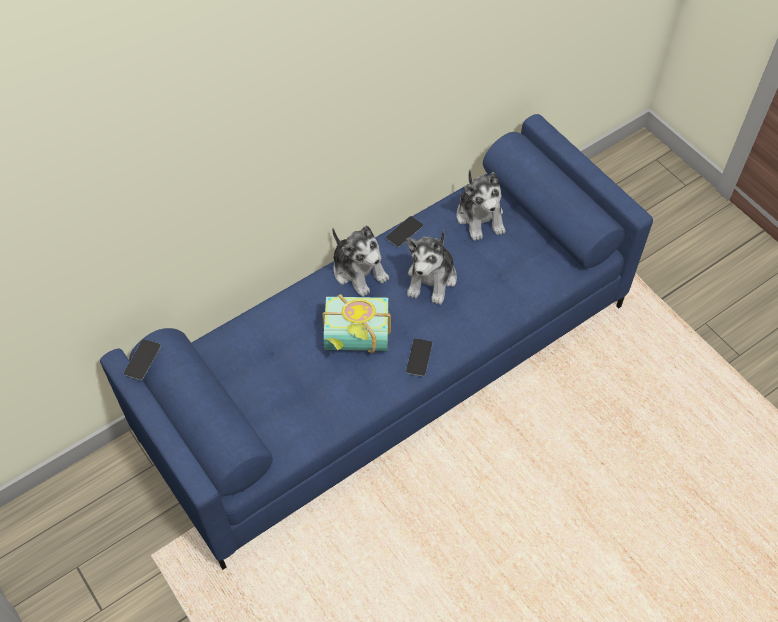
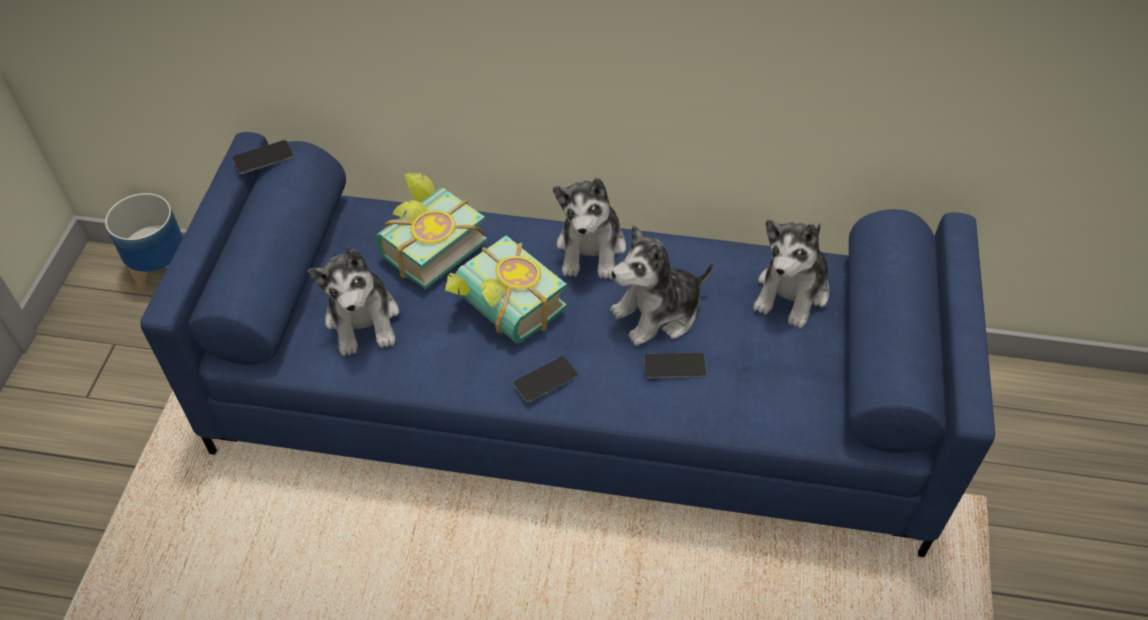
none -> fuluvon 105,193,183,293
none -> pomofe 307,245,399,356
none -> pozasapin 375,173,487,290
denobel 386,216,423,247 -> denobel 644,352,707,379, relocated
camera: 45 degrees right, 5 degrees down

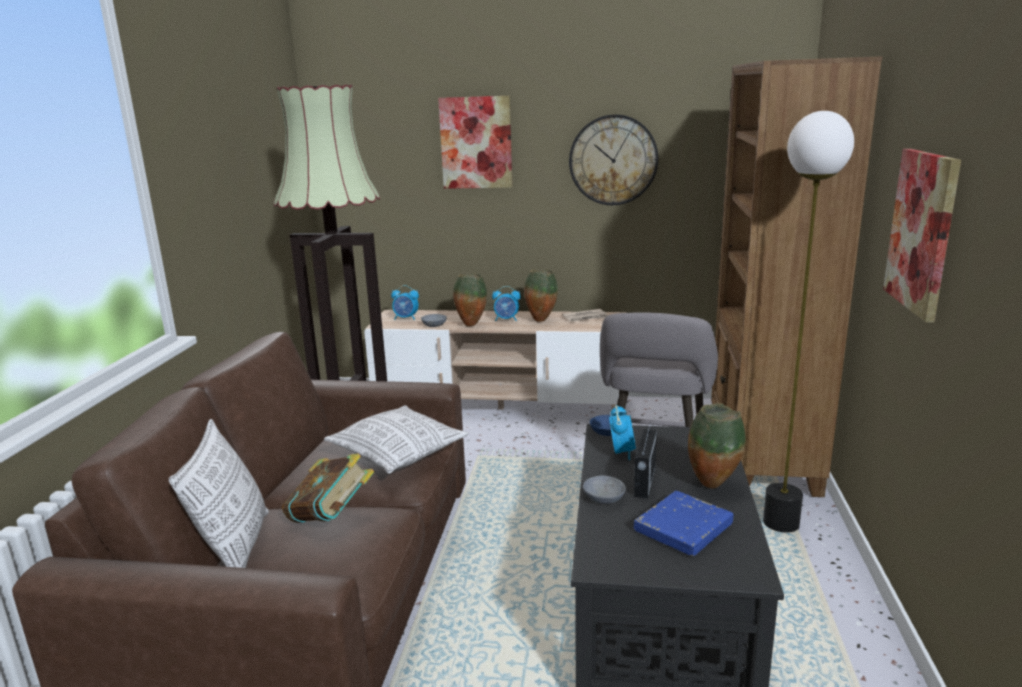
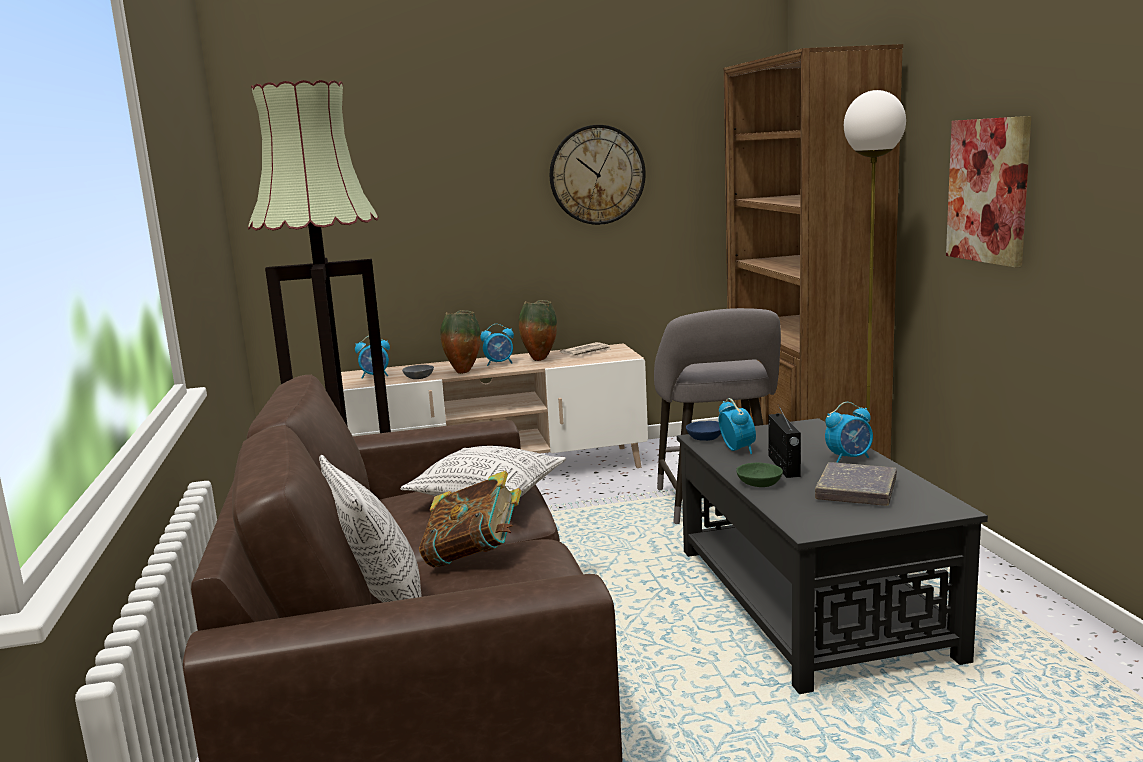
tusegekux 438,96,513,189 -> none
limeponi 688,403,746,488 -> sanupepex 825,402,873,463
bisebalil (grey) 583,476,626,504 -> bisebalil (green) 736,463,783,487
pozasapin (blue) 634,491,734,556 -> pozasapin (grey) 815,462,897,506
camera: 20 degrees left, 5 degrees down

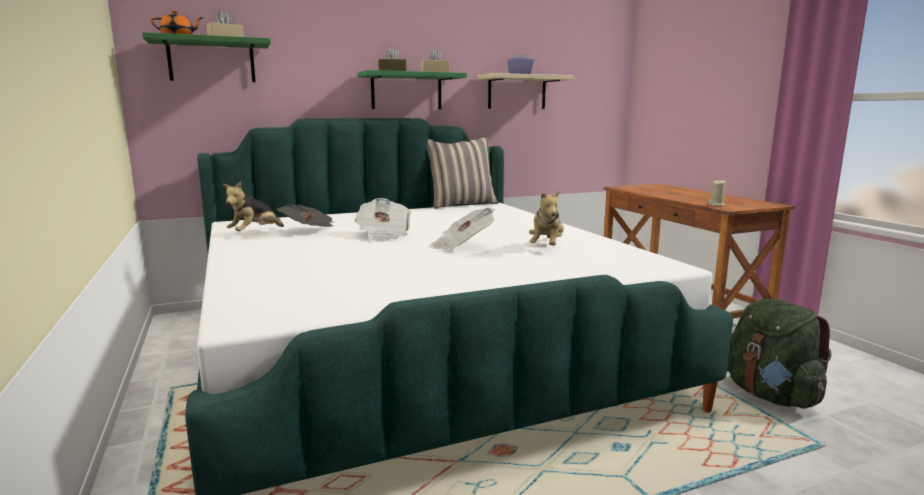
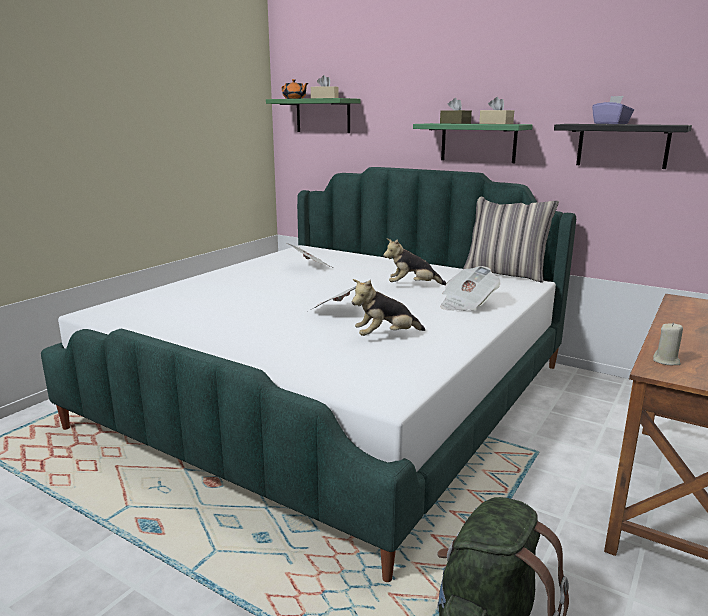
pomofe 223,182,284,231 -> pomofe 383,238,446,285, relocated
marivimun 355,198,411,242 -> marivimun 440,266,500,311, relocated
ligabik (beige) 477,73,574,109 -> ligabik (black) 554,124,692,169
camera: 55 degrees right, 5 degrees up

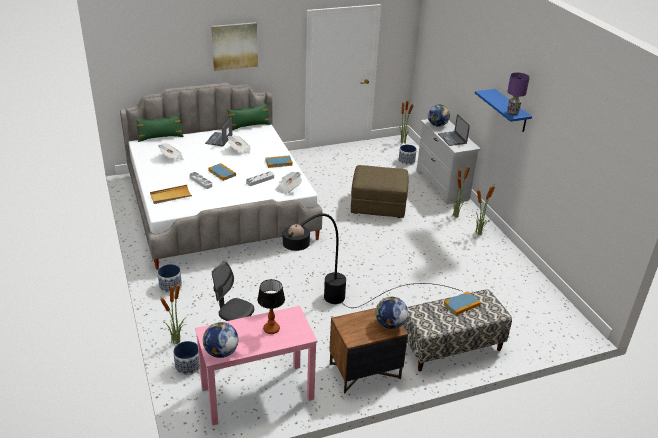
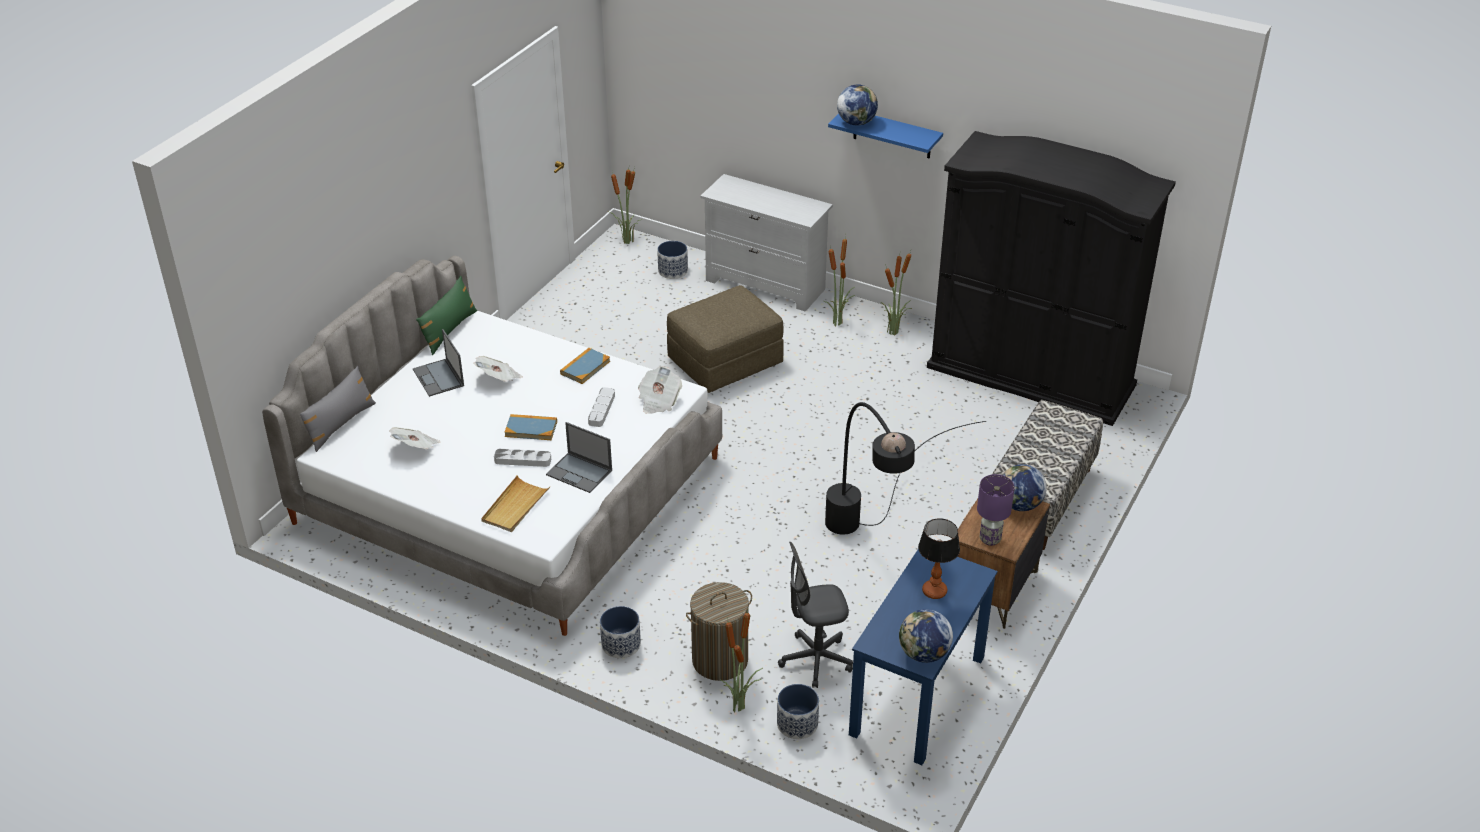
tusegekux 211,22,258,71 -> none
pozasapin 443,292,481,316 -> none
none -> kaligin 686,582,752,681
none -> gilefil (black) 927,131,1176,426
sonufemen 428,104,450,127 -> sonufemen 837,85,878,125, relocated
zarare 438,114,470,146 -> zarare 546,422,612,493, relocated
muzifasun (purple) 507,72,530,115 -> muzifasun (purple) 977,474,1015,546, relocated
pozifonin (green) 136,114,184,142 -> pozifonin (grey) 300,366,376,452
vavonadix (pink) 195,306,317,426 -> vavonadix (blue) 849,549,998,765
camera: 40 degrees left, 5 degrees up

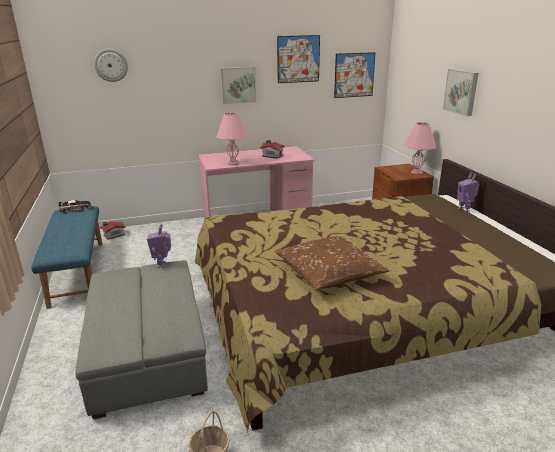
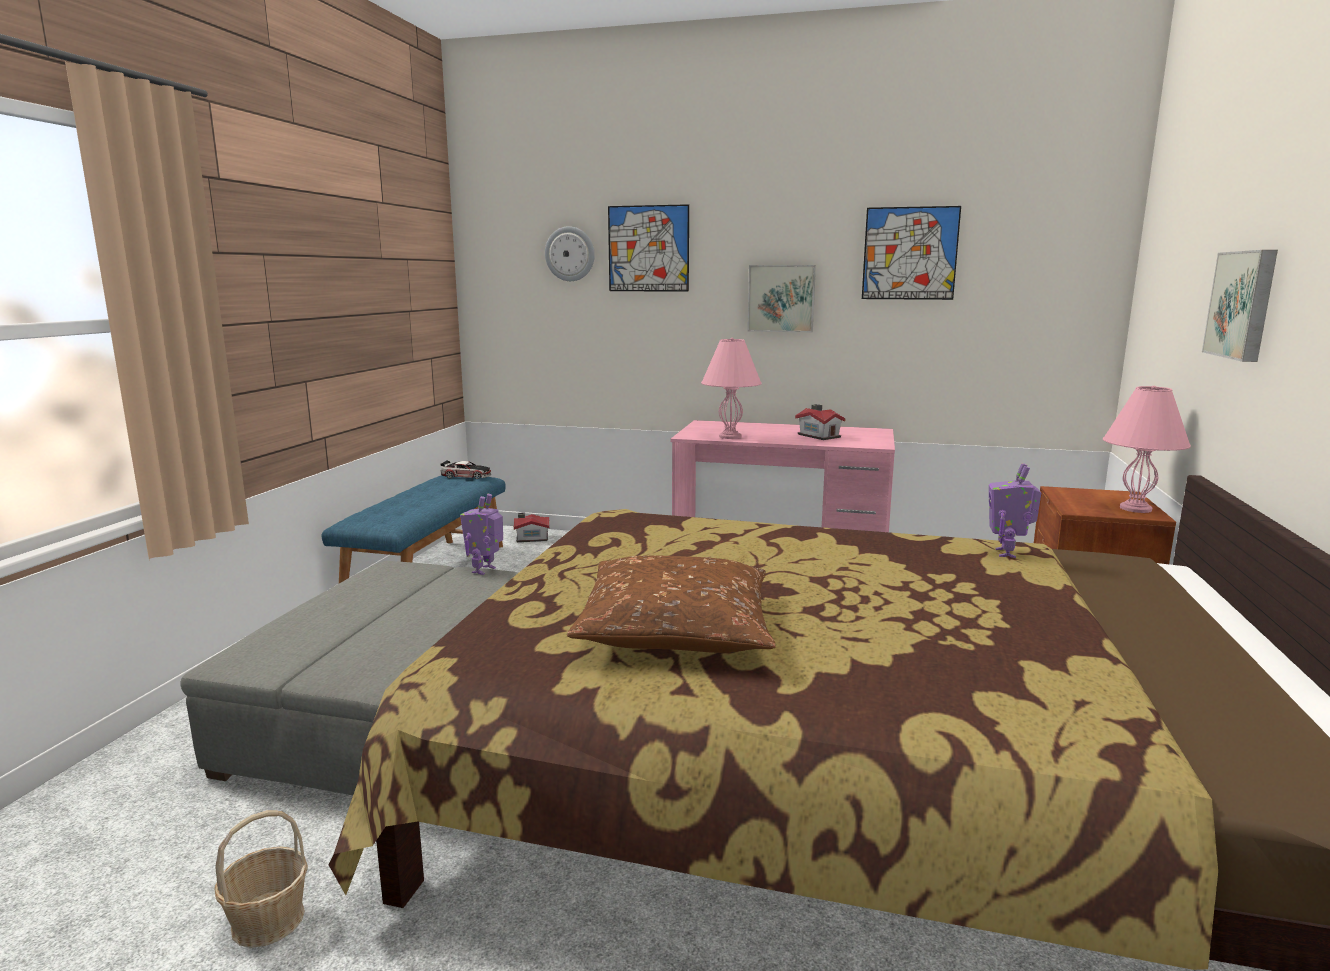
tusegekux 334,52,376,98 -> tusegekux 608,204,689,292, relocated
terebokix 457,172,480,212 -> terebokix 989,463,1041,558, relocated
camera: 30 degrees right, 10 degrees down

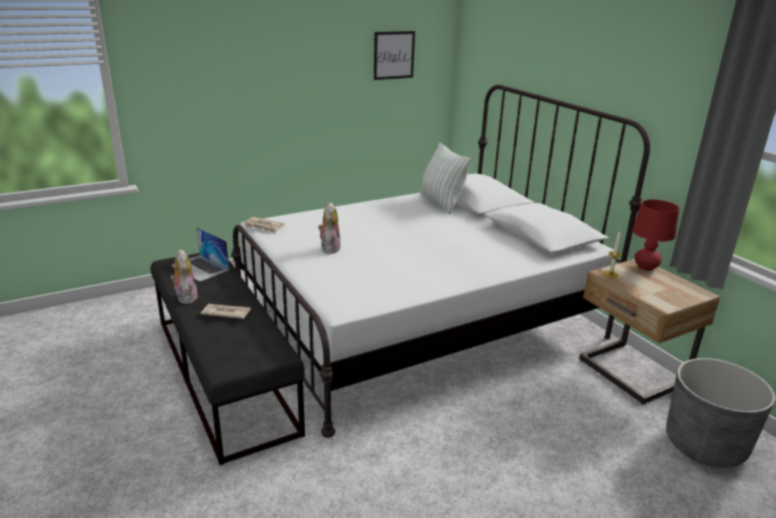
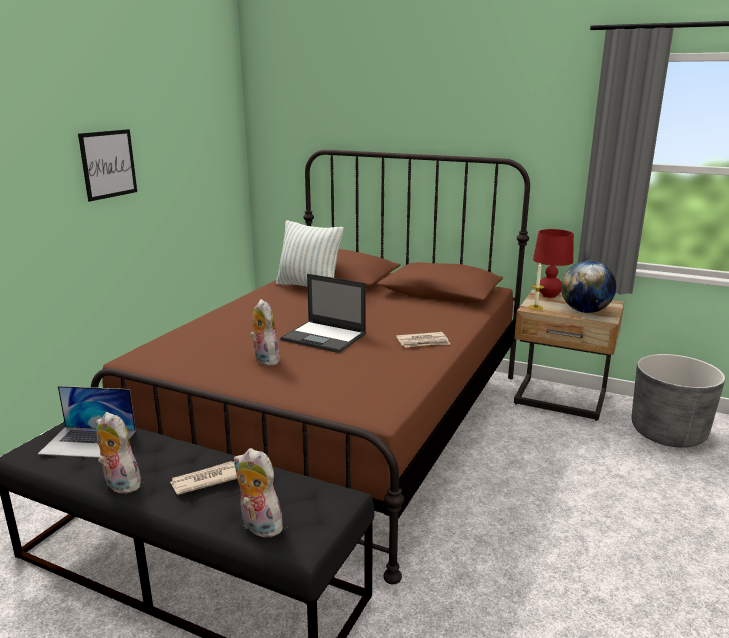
none -> pomofe 234,448,283,538
none -> zarare 280,274,366,353
none -> sonufemen 561,261,616,313
marivimun 243,217,284,233 -> marivimun 396,332,451,348, relocated
tusegekux 374,31,415,80 -> tusegekux 78,129,137,202, relocated
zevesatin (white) 231,85,650,438 -> zevesatin (brown) 91,150,530,584
camera: 35 degrees left, 5 degrees down

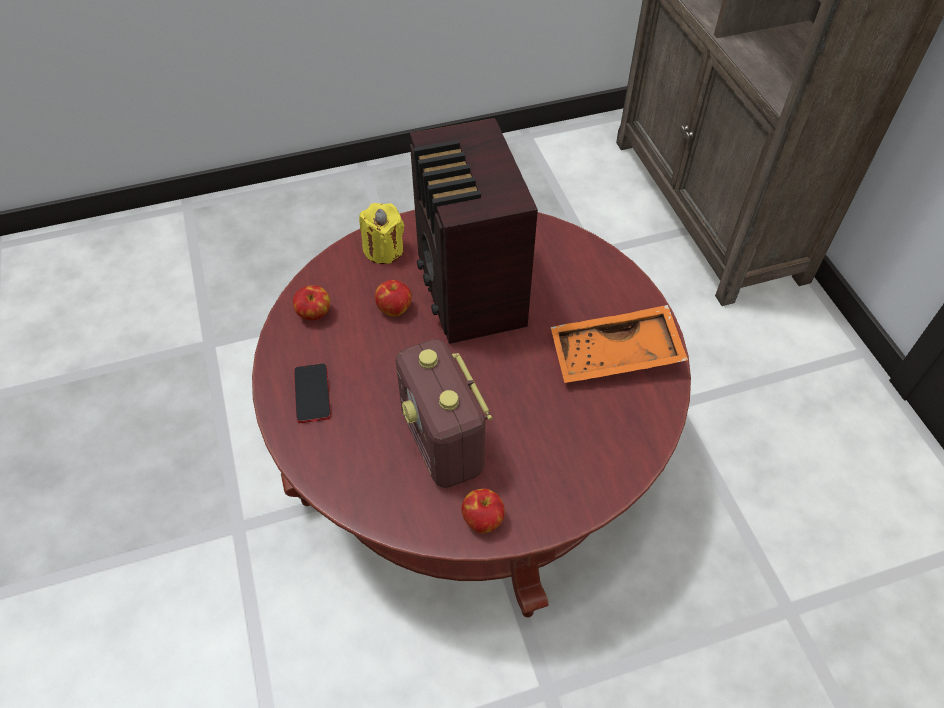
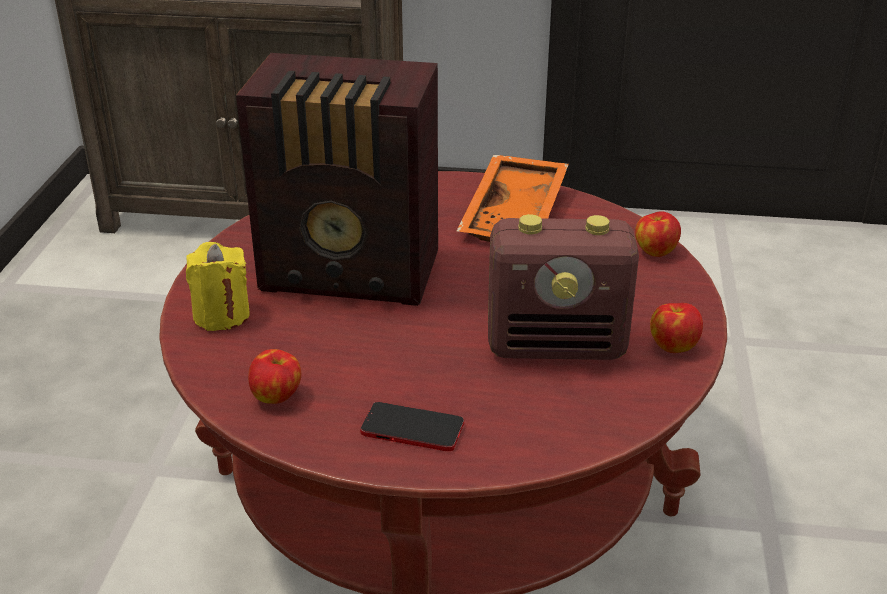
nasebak 375,280,412,317 -> nasebak 635,211,681,257, relocated
camera: 65 degrees left, 20 degrees down

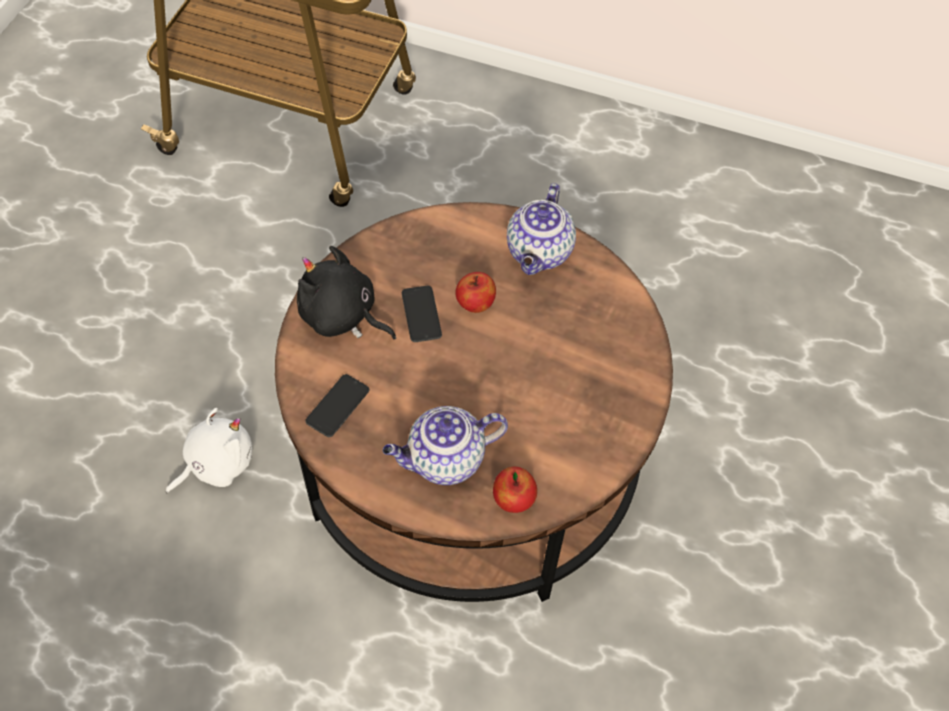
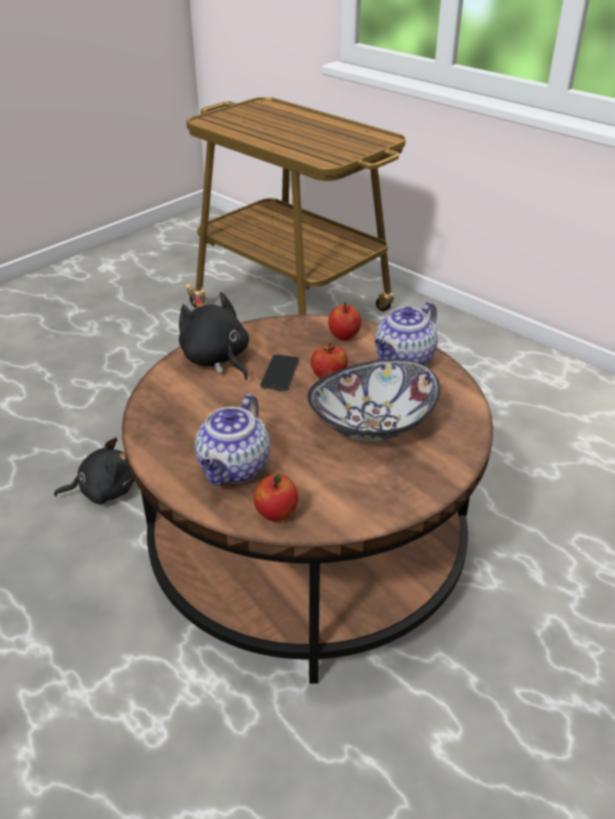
denobel 305,374,369,437 -> none
none -> bisebalil 307,359,440,441
none -> nasebak 328,302,361,340
pomofe (white) 166,408,252,493 -> pomofe (black) 54,437,134,504
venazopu 383,406,508,485 -> venazopu 195,394,270,486, 75 degrees counterclockwise
camera: 25 degrees right, 20 degrees down

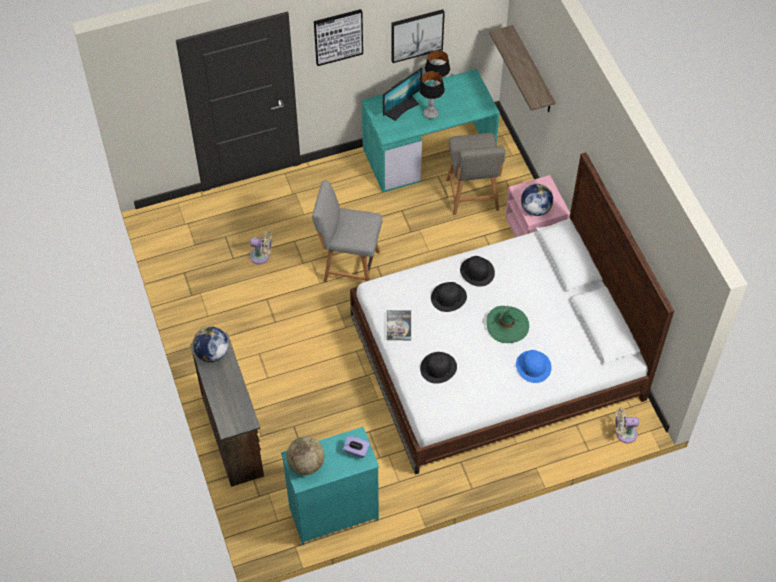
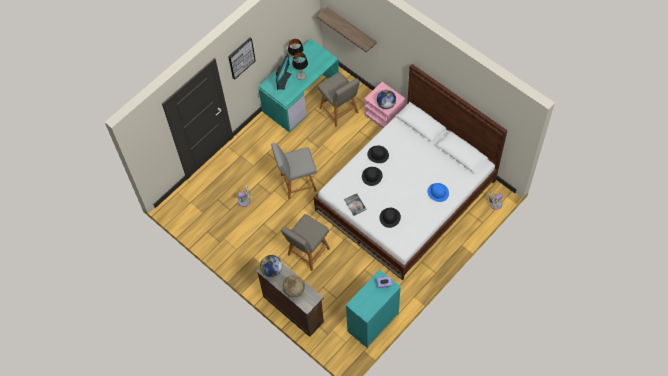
tusegekux 391,9,445,63 -> none
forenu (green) 486,305,529,343 -> none
none -> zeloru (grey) 281,214,330,271
sonufemen 286,437,325,475 -> sonufemen 283,275,305,297, relocated
camera: 25 degrees left, 5 degrees up

